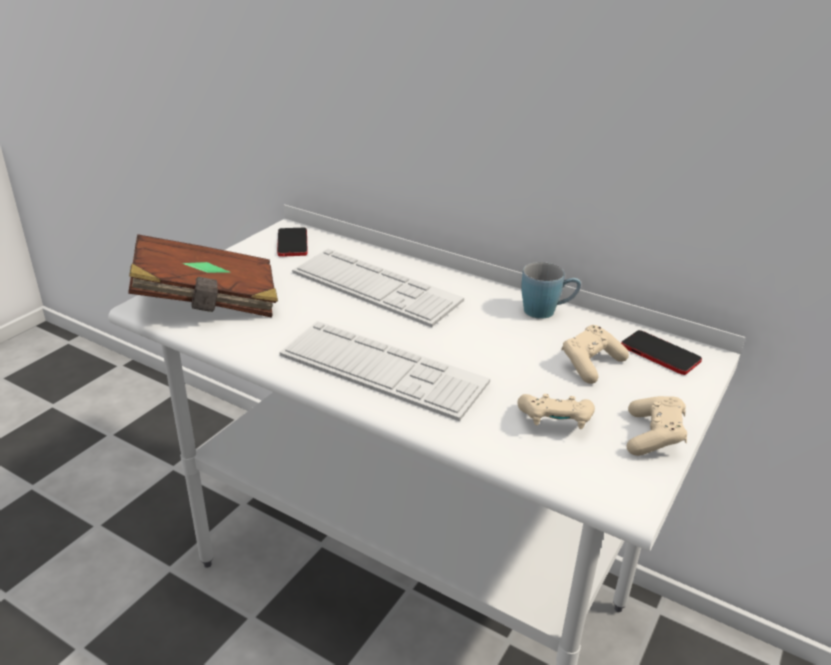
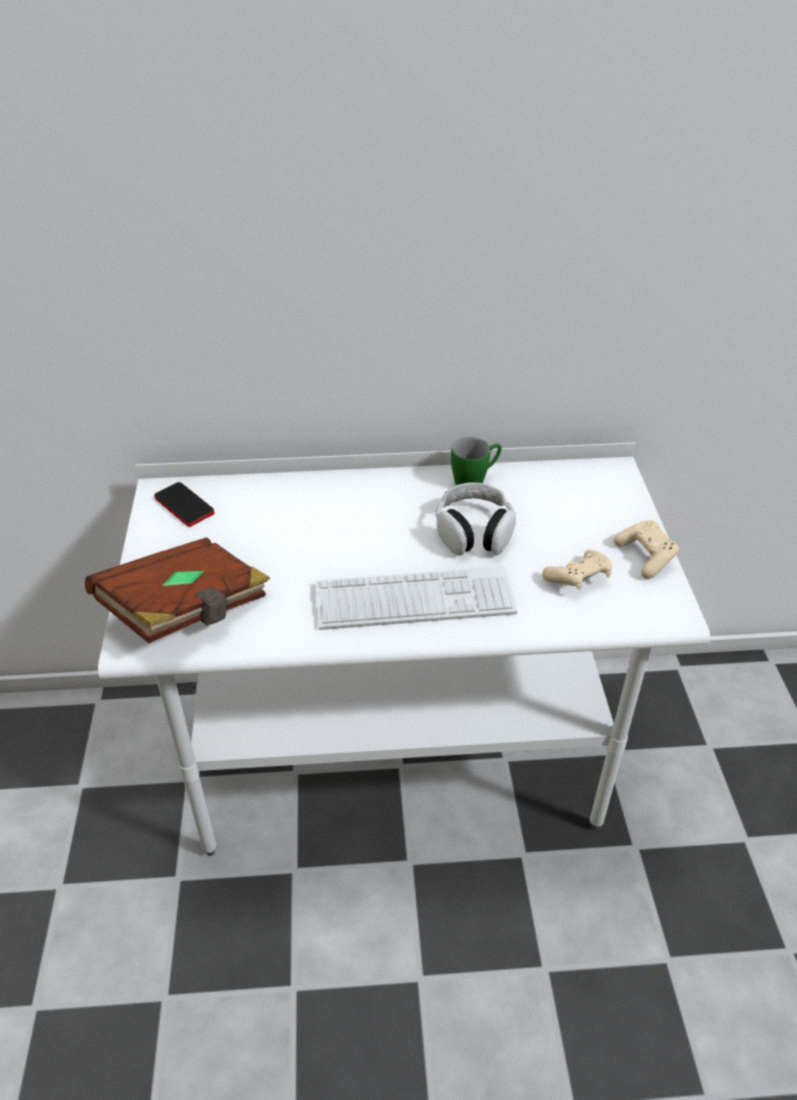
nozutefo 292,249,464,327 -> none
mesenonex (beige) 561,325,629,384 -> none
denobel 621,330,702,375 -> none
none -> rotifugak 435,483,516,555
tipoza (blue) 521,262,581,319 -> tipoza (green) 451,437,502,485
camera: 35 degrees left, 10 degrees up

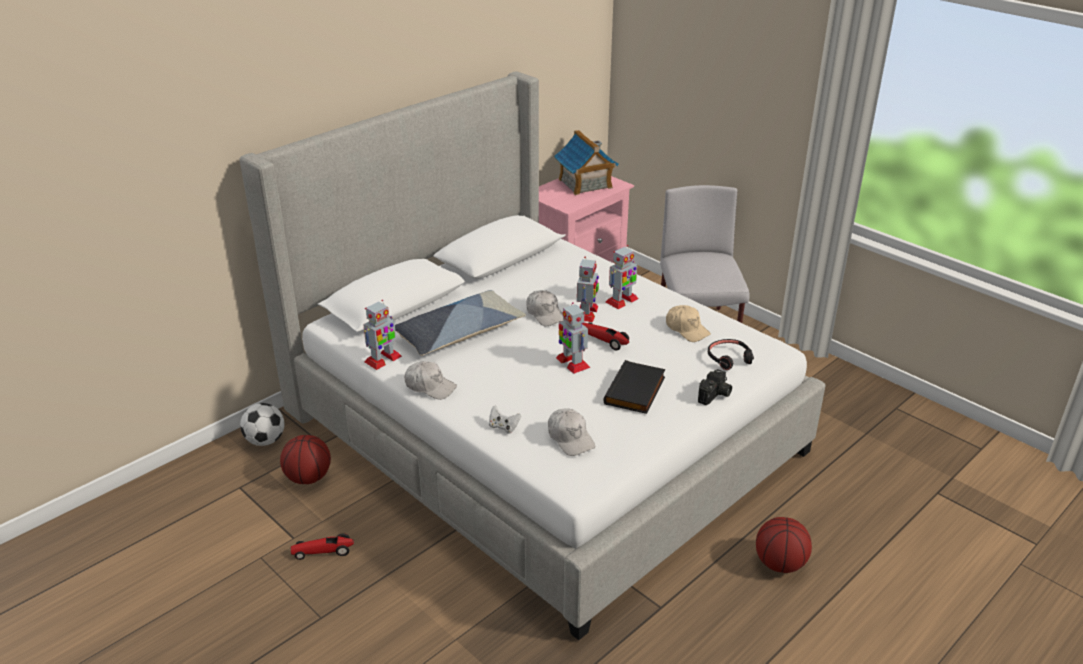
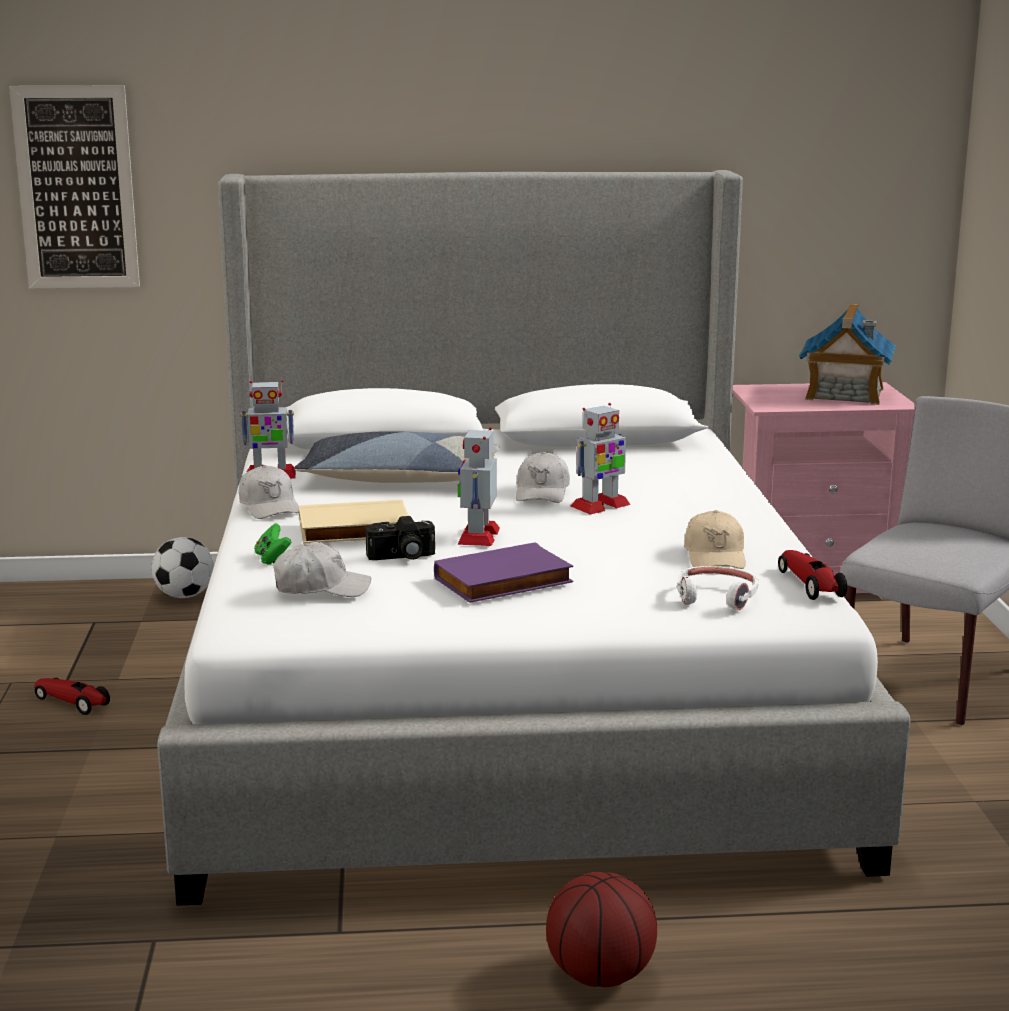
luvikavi 280,435,331,484 -> none
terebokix 605,245,638,309 -> none
none -> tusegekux 9,86,140,289
none -> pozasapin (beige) 299,500,408,543
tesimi 582,322,629,351 -> tesimi 778,550,847,600, relocated
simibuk 698,369,732,405 -> simibuk 365,516,435,560, relocated
mesenonex (white) 489,405,521,433 -> mesenonex (green) 254,523,291,565
pozasapin (black) 604,360,665,414 -> pozasapin (purple) 434,542,573,603
rotifugak (black) 708,339,754,370 -> rotifugak (white) 677,566,758,611
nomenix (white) 548,408,595,456 -> nomenix (white) 273,542,371,597, 105 degrees counterclockwise
camera: 40 degrees right, 15 degrees down

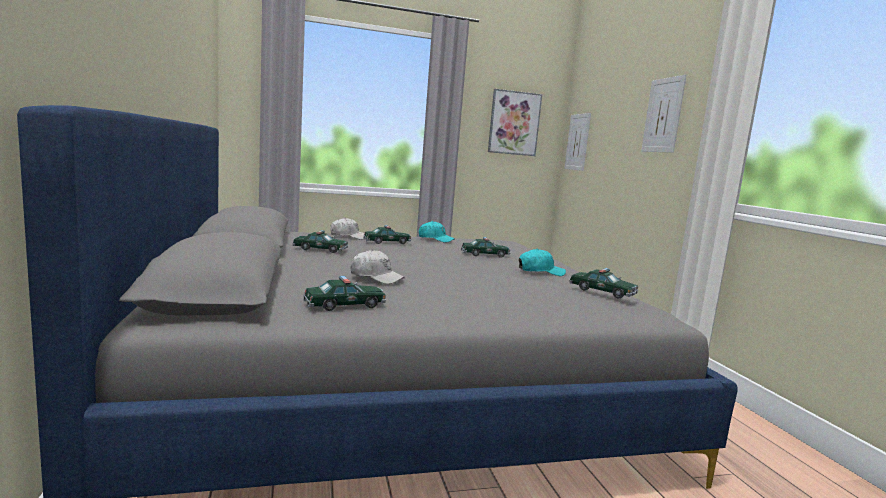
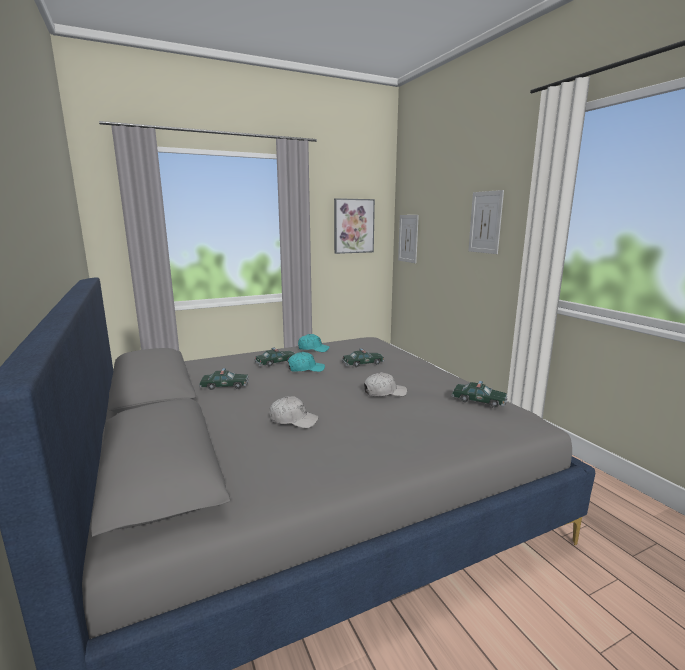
tesimi 303,276,386,311 -> none
nomenix (white) 330,217,364,240 -> nomenix (white) 364,372,407,396, relocated
nomenix (turquoise) 519,249,566,276 -> nomenix (turquoise) 288,352,325,372, relocated
camera: 10 degrees left, 5 degrees up

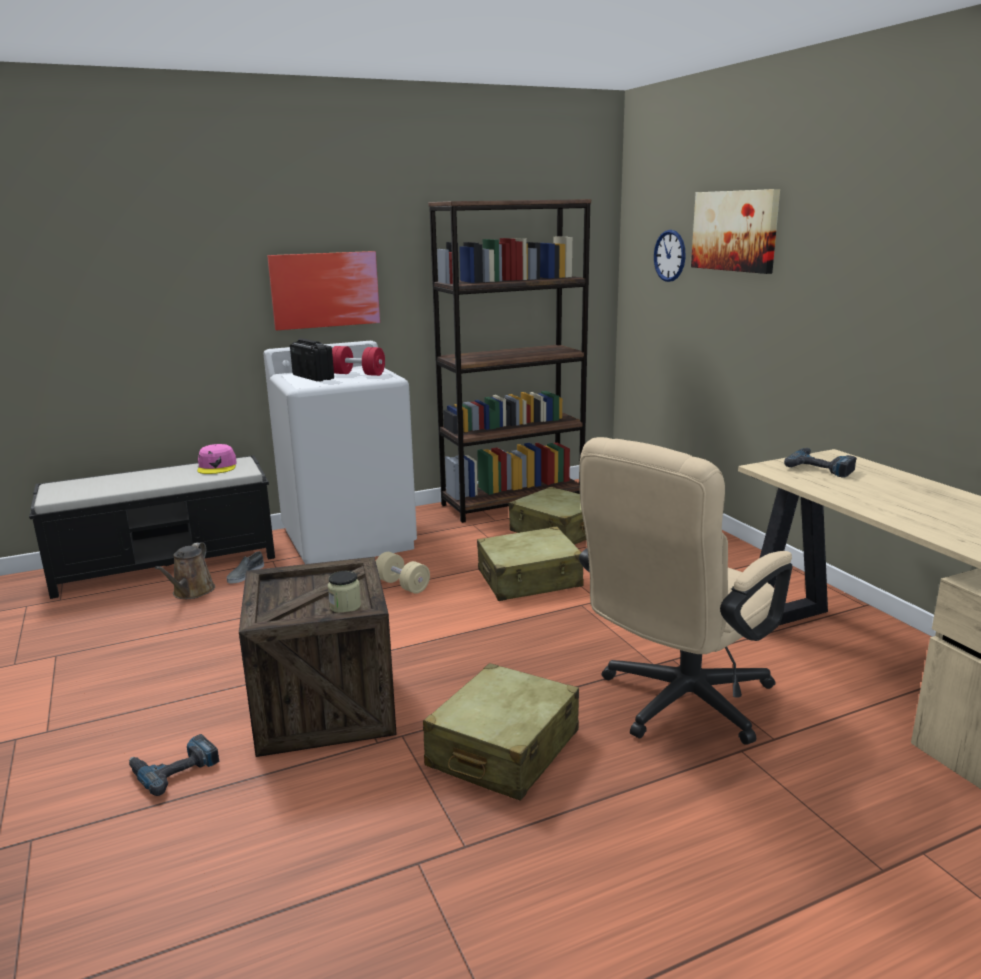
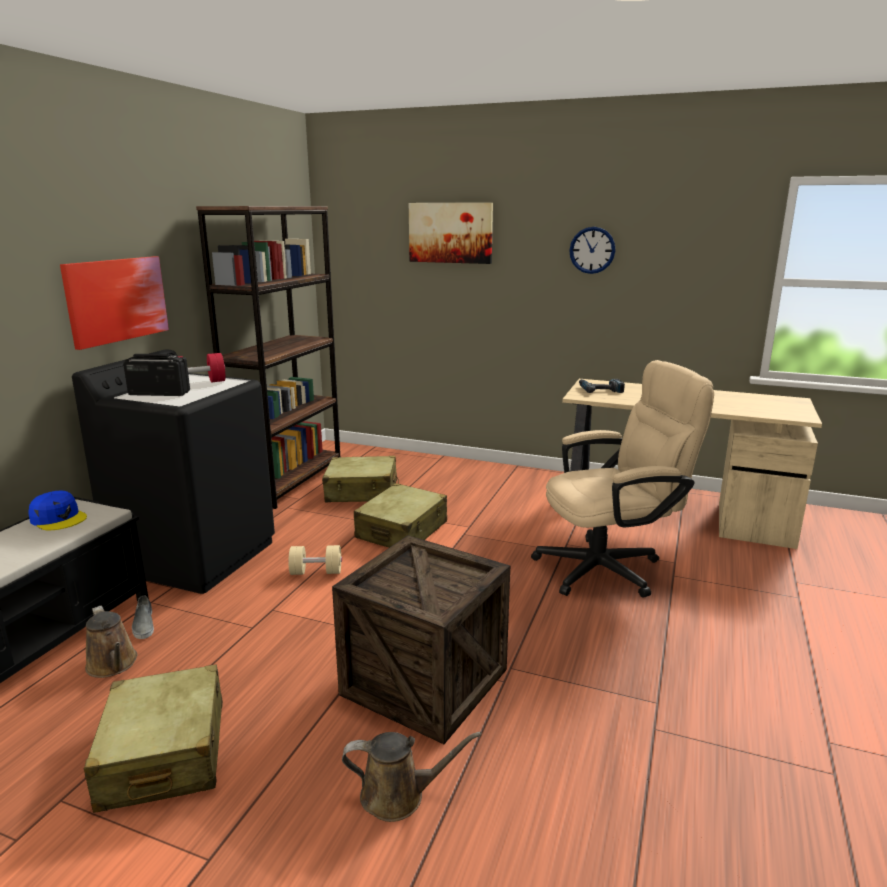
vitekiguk 328,571,361,613 -> none
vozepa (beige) 423,663,579,801 -> vozepa (beige) 84,664,223,813, relocated
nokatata 654,230,686,282 -> nokatata 569,227,616,274, relocated
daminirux 129,734,219,796 -> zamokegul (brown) 342,732,481,822
nomenix (pink) 197,444,237,474 -> nomenix (blue) 28,491,87,530
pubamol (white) 263,341,417,564 -> pubamol (black) 72,349,275,594
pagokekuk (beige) 579,437,792,745 -> pagokekuk (beige) 531,360,714,598, 105 degrees counterclockwise
camera: 45 degrees left, 0 degrees up

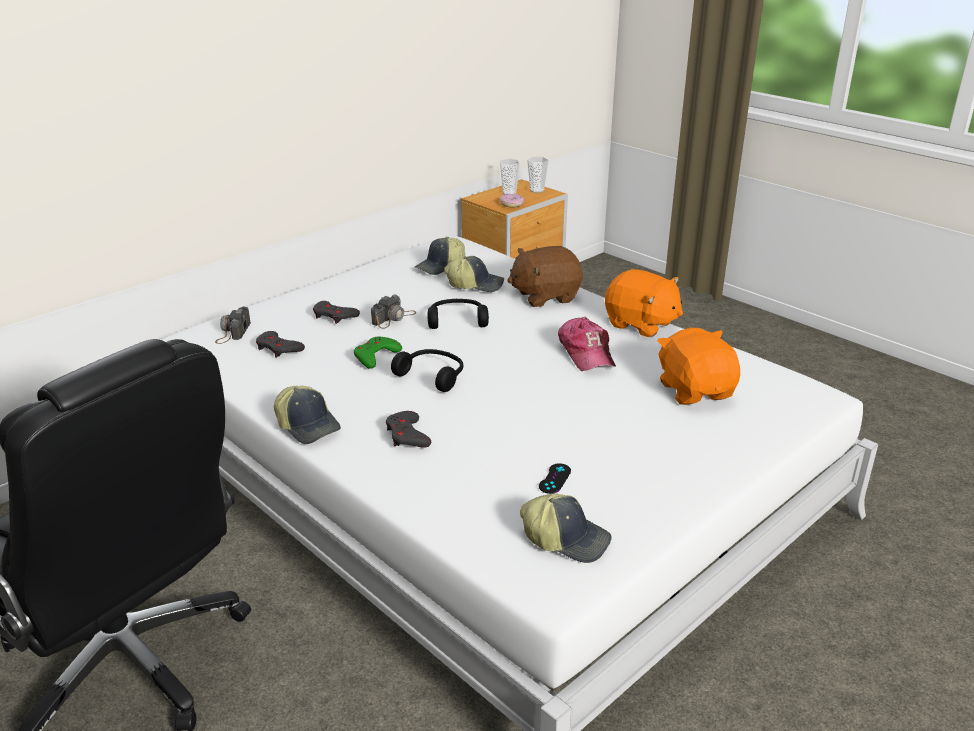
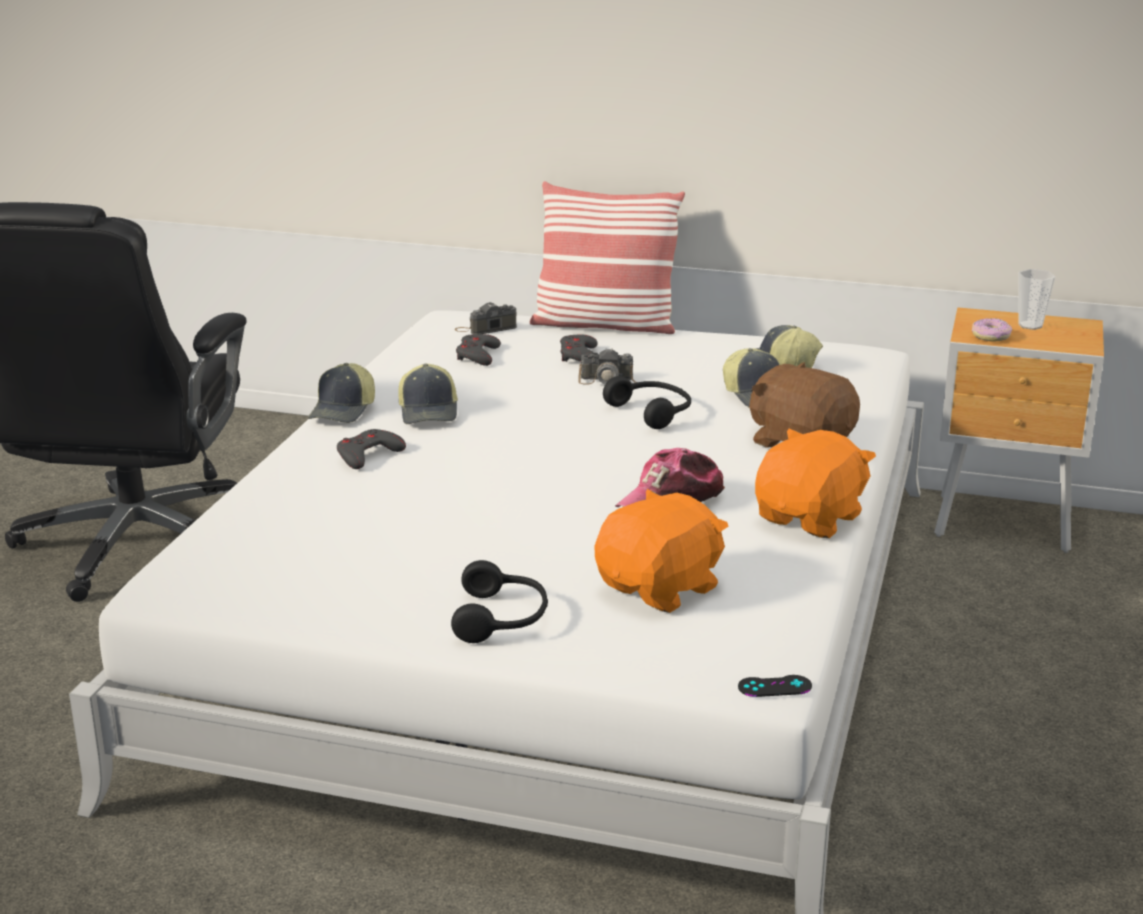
mesenonex (green) 354,337,402,369 -> none
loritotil 527,157,549,193 -> none
none -> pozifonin 530,181,685,334
rotifugak (black) 391,349,463,392 -> rotifugak (black) 451,560,548,643, relocated
nomenix 520,493,612,563 -> nomenix 398,364,458,424, relocated
mesenonex (black) 539,463,571,494 -> mesenonex (black) 738,675,812,697, relocated
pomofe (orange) 605,269,683,337 -> pomofe (orange) 755,429,876,538, 150 degrees counterclockwise
camera: 60 degrees right, 5 degrees down

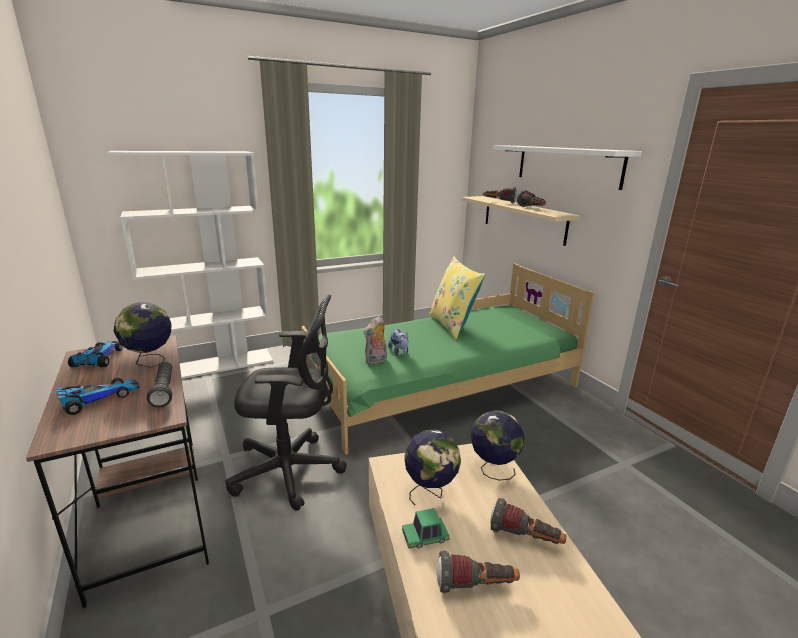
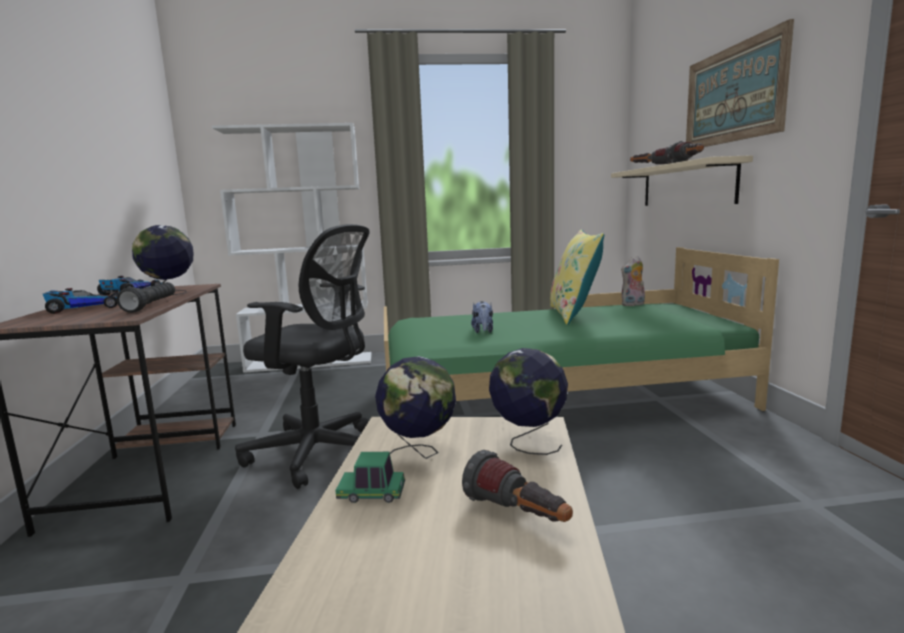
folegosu 436,551,520,594 -> none
pomofe 363,316,387,365 -> pomofe 621,256,645,306, relocated
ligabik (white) 493,145,642,190 -> tusegekux 686,19,794,147
camera: 20 degrees right, 10 degrees down

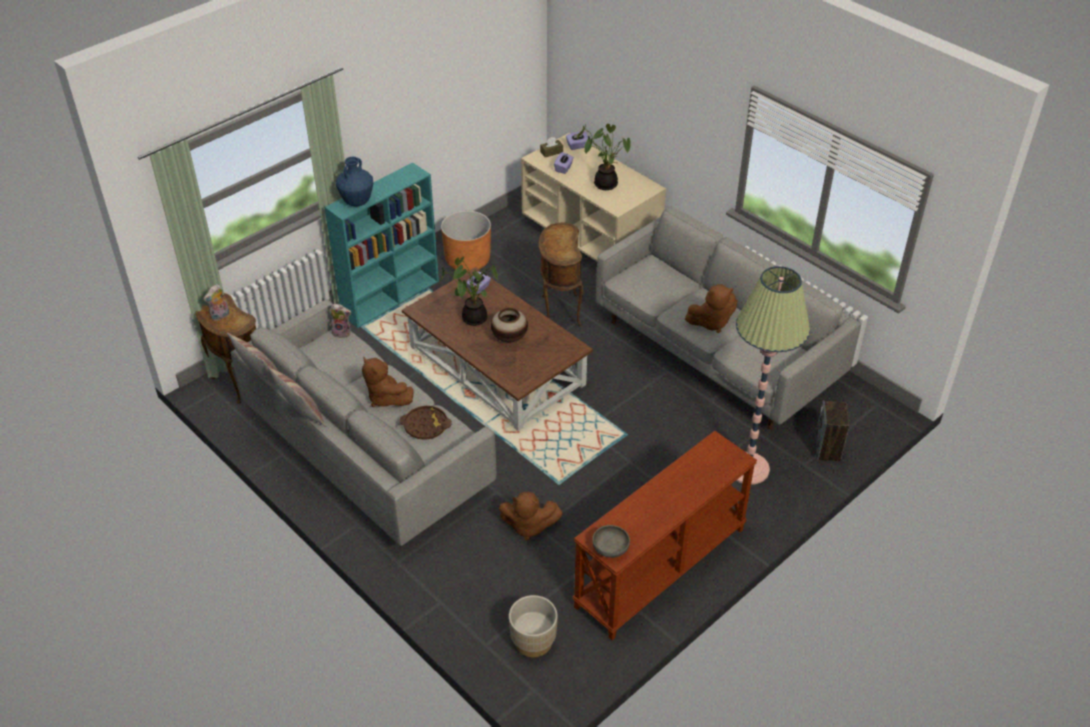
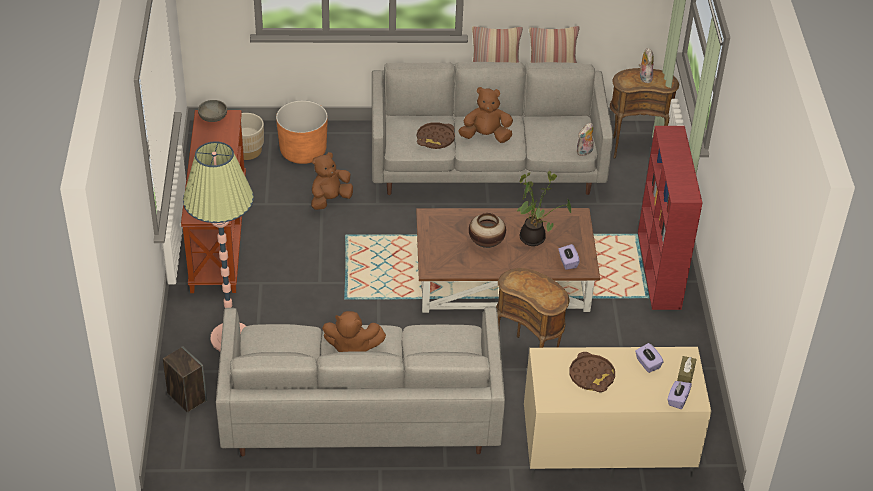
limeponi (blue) 336,157,373,207 -> none
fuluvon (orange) 441,211,491,272 -> fuluvon (orange) 276,100,328,164, relocated
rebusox 577,124,631,190 -> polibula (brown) 569,352,615,392
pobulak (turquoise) 325,162,439,328 -> pobulak (red) 638,126,703,310
pomofe (brown) 685,284,738,333 -> pomofe (brown) 322,311,386,352, 105 degrees counterclockwise
camera: 130 degrees right, 0 degrees up

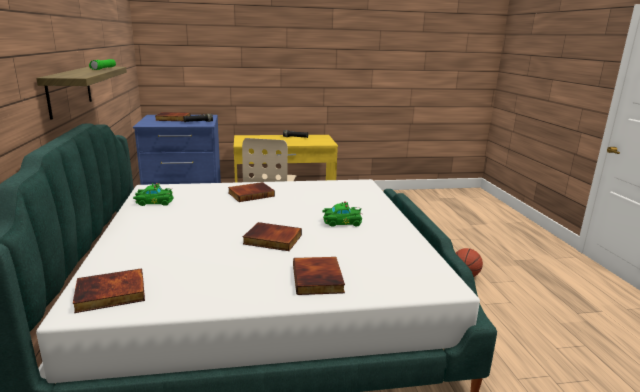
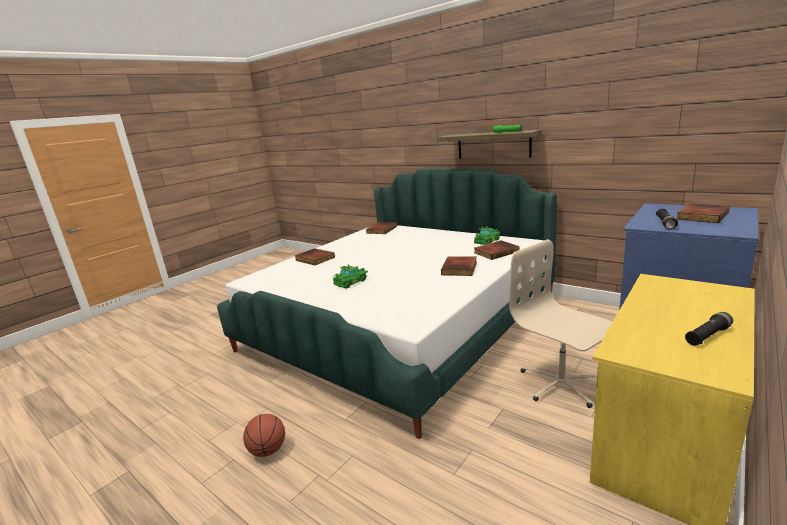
pozasapin 243,222,302,251 -> pozasapin 474,240,520,260, relocated
camera: 140 degrees right, 0 degrees up

